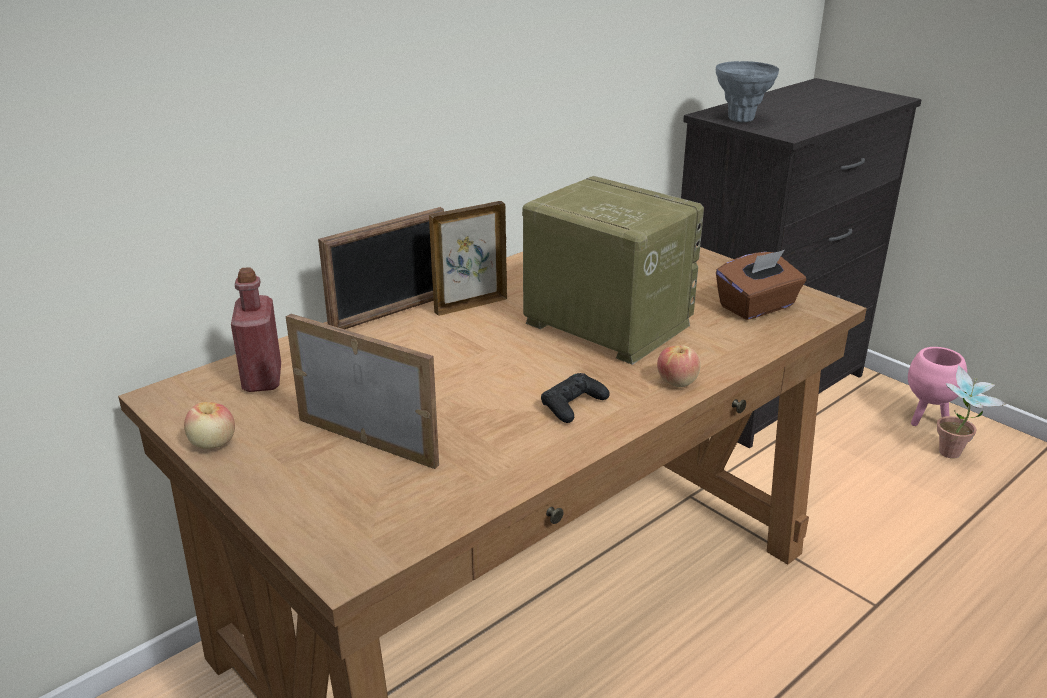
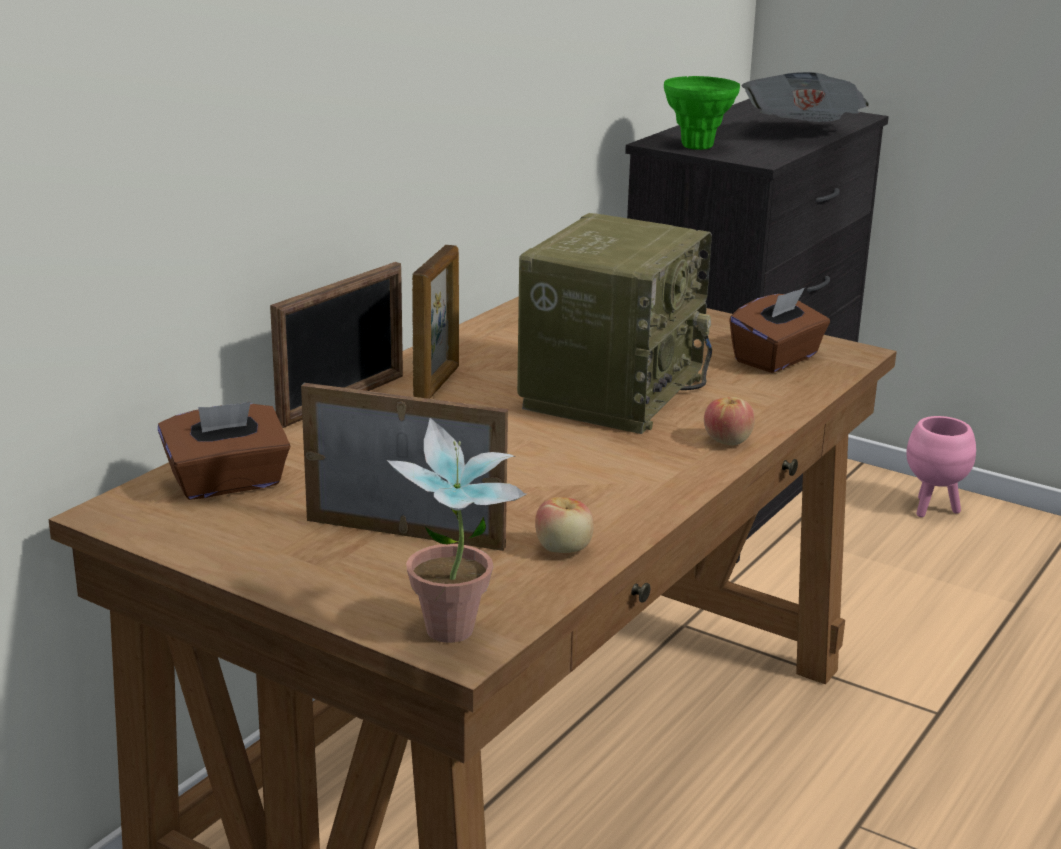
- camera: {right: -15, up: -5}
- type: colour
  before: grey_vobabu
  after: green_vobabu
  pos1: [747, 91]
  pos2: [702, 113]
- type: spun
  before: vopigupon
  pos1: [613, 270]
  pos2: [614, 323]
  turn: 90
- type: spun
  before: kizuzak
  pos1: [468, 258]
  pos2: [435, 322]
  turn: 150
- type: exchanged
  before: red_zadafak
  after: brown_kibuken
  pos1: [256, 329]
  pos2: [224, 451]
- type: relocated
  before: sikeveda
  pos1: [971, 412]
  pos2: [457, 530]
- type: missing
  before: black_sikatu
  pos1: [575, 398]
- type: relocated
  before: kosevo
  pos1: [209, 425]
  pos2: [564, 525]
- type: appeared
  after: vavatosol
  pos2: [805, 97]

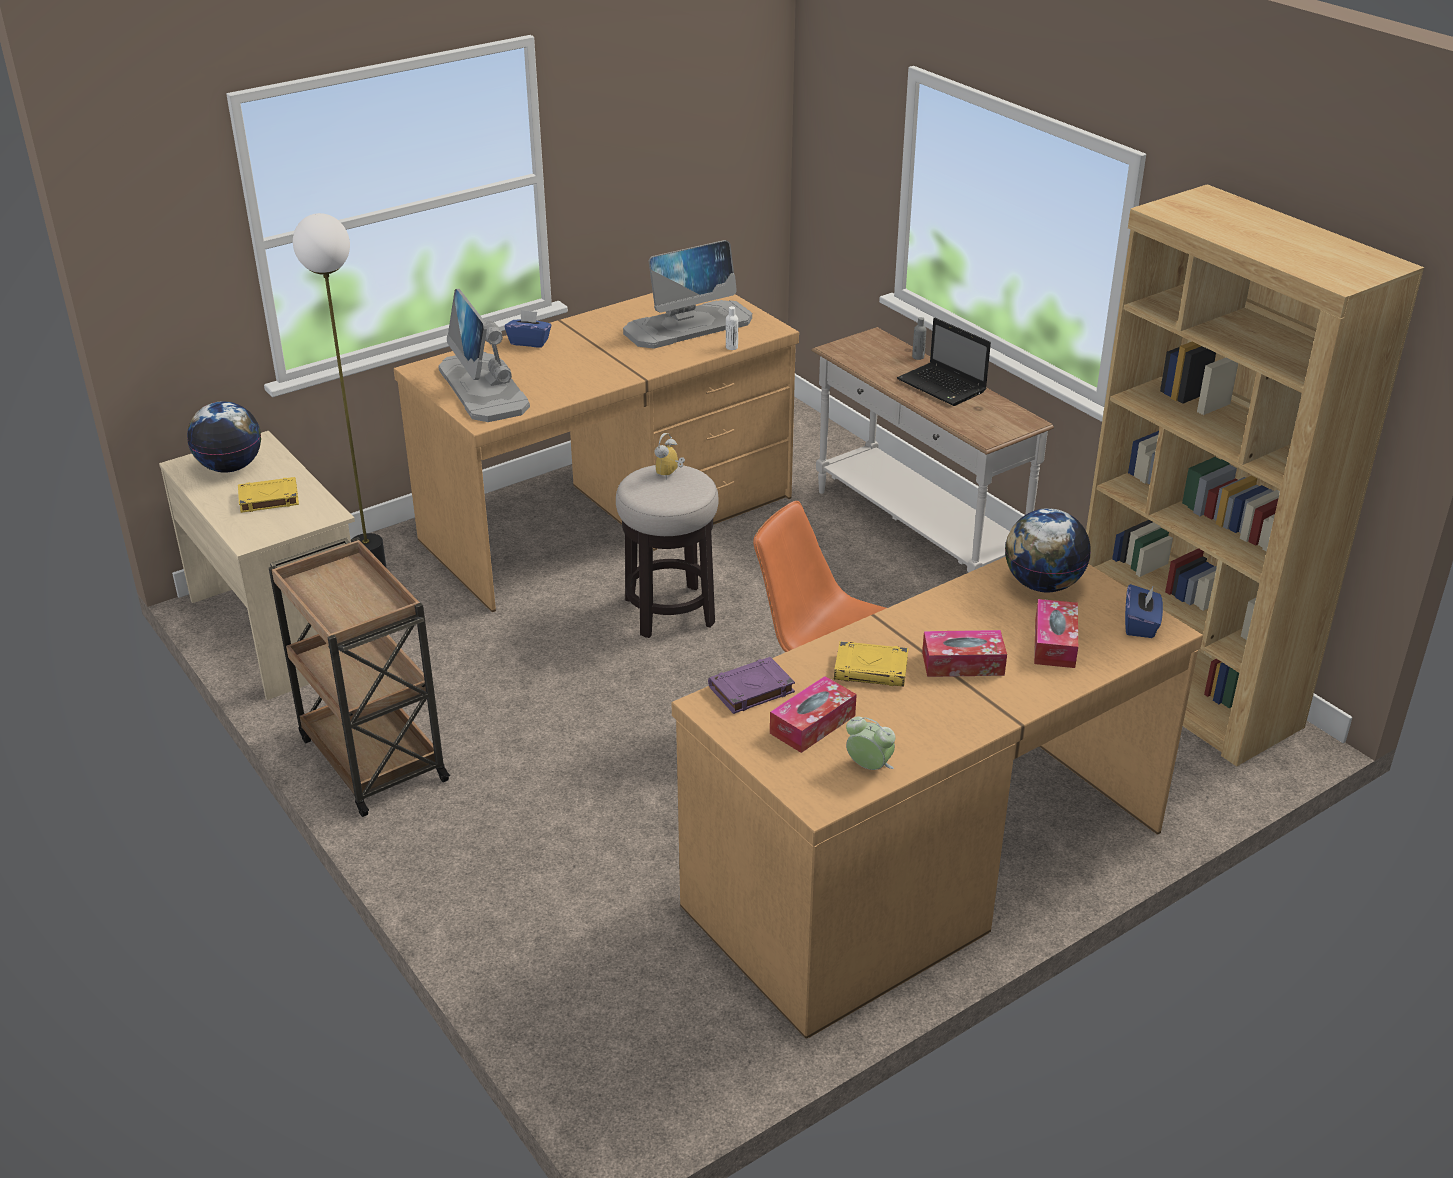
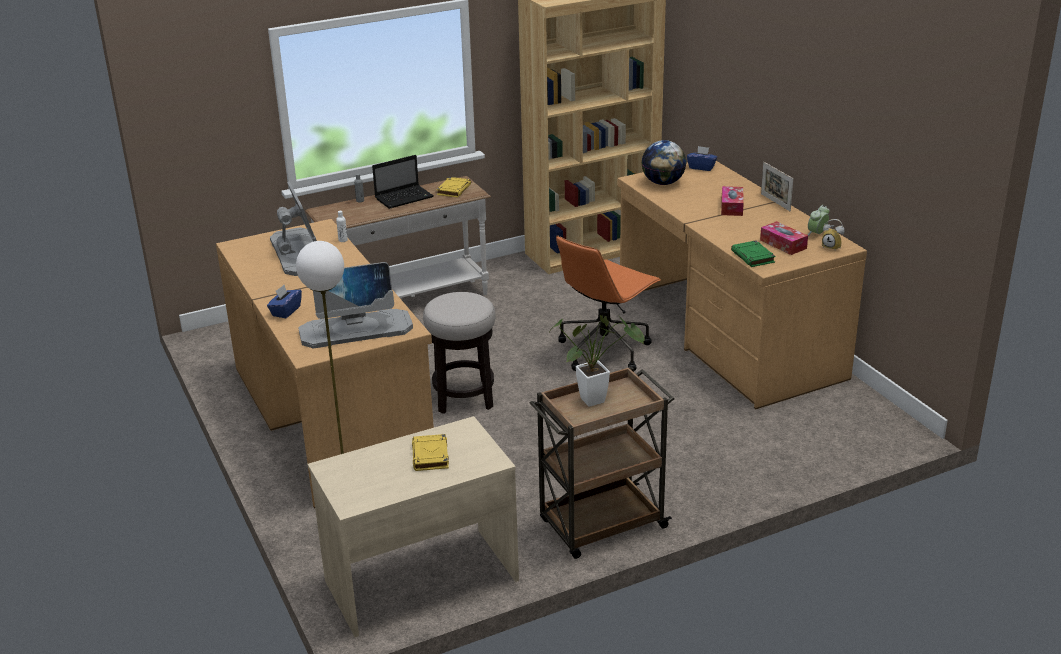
- camera: {right: -80, up: -5}
- type: missing
  before: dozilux
  pos1: [224, 437]
- type: relocated
  before: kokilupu
  pos1: [670, 456]
  pos2: [833, 234]
- type: missing
  before: kibuken
  pos1: [1056, 633]
- type: relocated
  before: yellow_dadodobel
  pos1: [871, 663]
  pos2: [453, 187]
- type: colour
  before: purple_dadodobel
  after: green_dadodobel
  pos1: [751, 685]
  pos2: [753, 254]
- type: appeared
  after: kizuzak
  pos2: [777, 186]
- type: appeared
  after: sikeveda
  pos2: [596, 361]

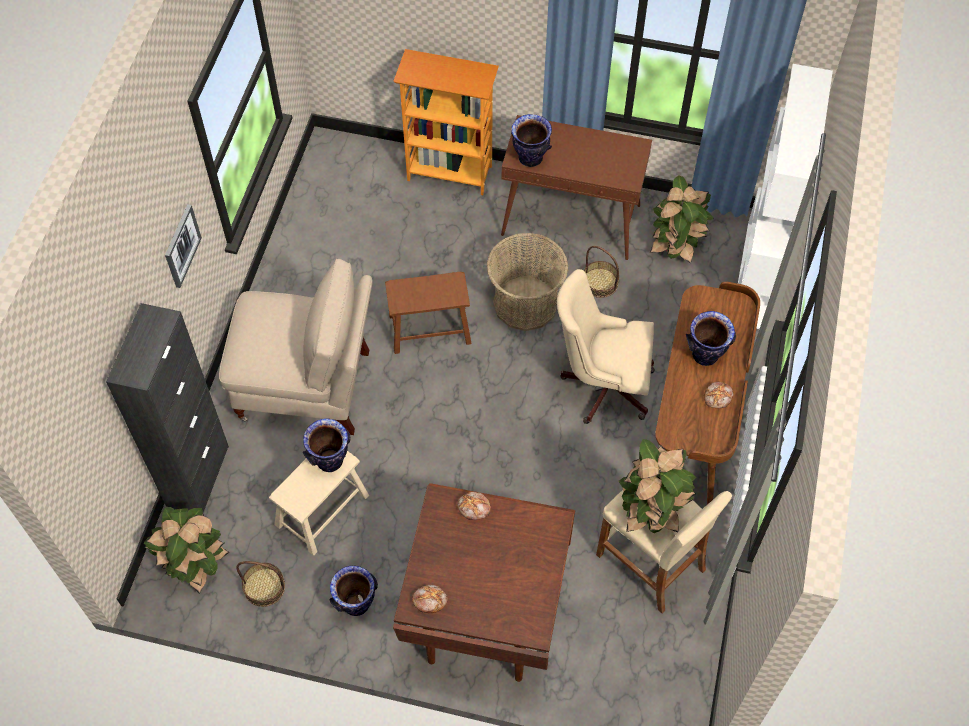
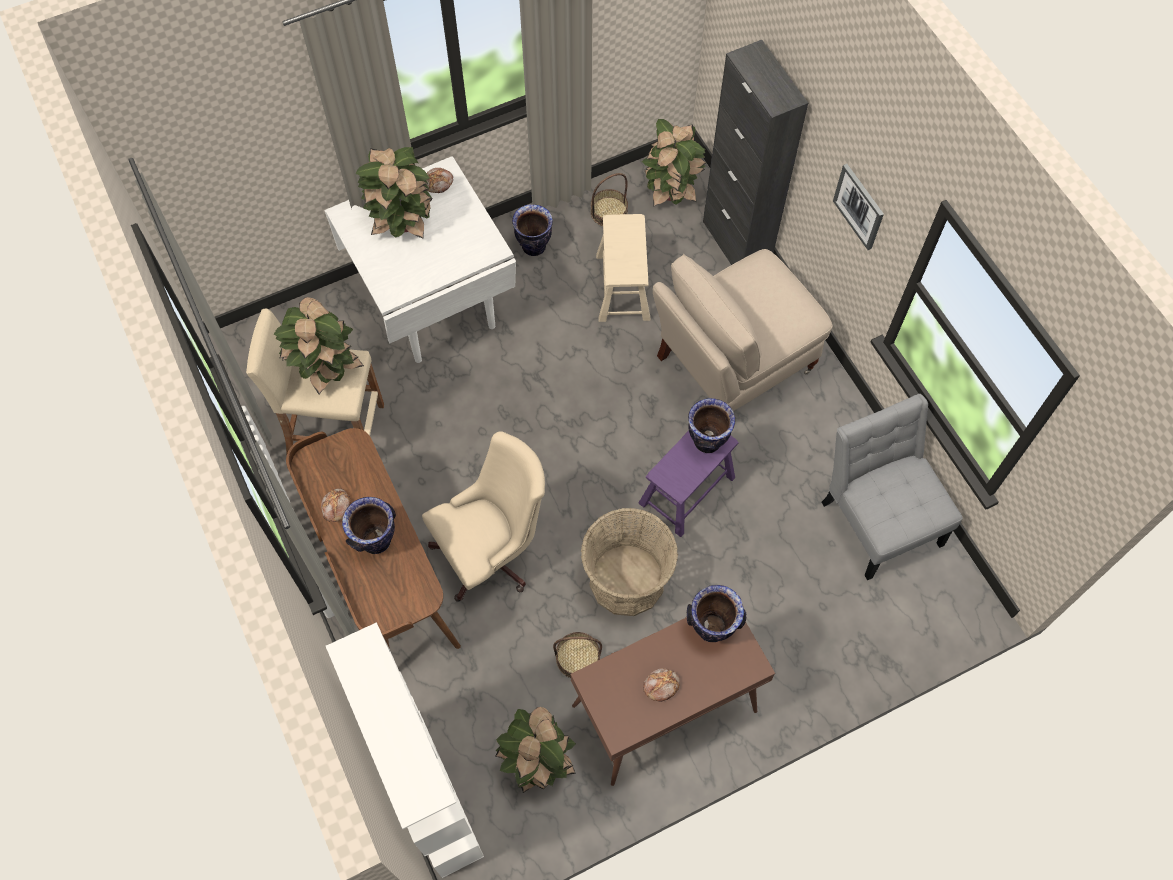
- camera: {right: 140, up: 5}
- type: missing
  before: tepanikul
  pos1: [446, 122]
- type: colour
  before: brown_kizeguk
  after: purple_kizeguk
  pos1: [428, 313]
  pos2: [688, 484]
- type: relocated
  before: vobabu
  pos1: [327, 445]
  pos2: [711, 425]
- type: colour
  before: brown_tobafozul
  after: white_tobafozul
  pos1: [484, 582]
  pos2: [420, 259]
- type: relocated
  before: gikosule
  pos1: [474, 506]
  pos2: [661, 685]
- type: appeared
  after: sikeveda
  pos2: [394, 193]
- type: appeared
  after: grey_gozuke
  pos2: [892, 487]

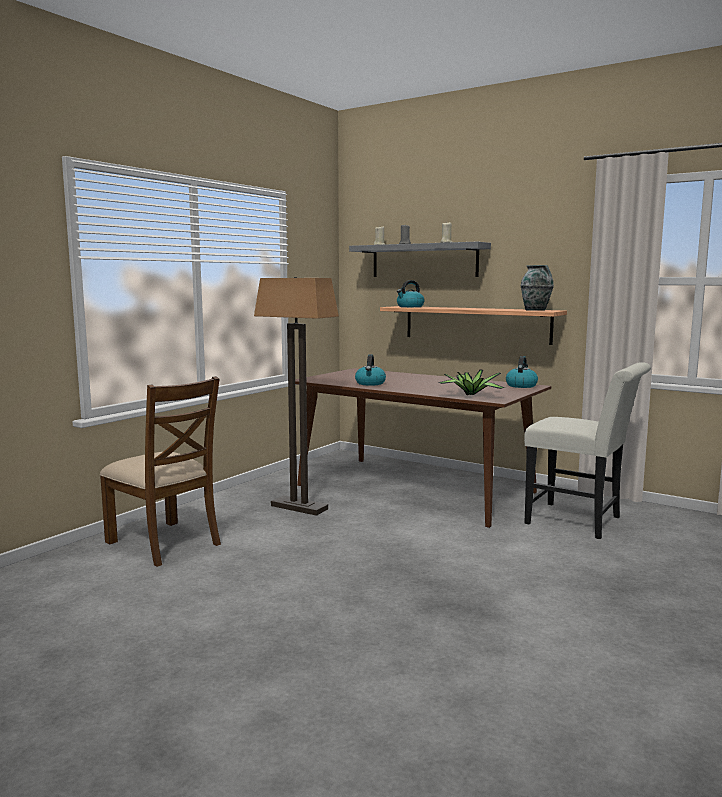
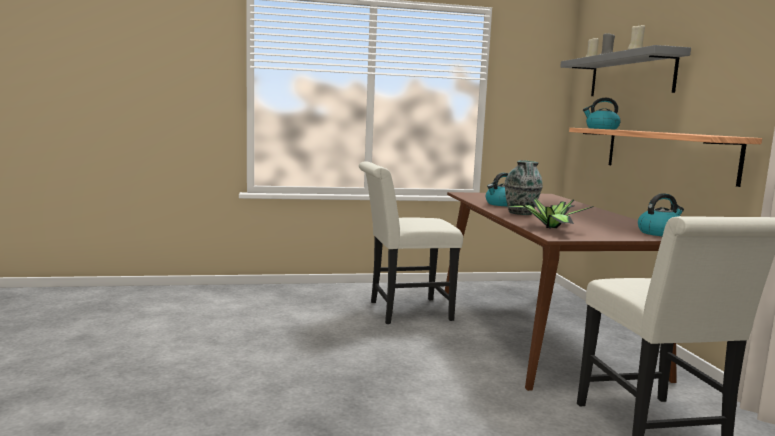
- camera: {right: 45, up: 0}
- type: relocated
  before: vobabu
  pos1: [537, 288]
  pos2: [523, 187]
- type: exchanged
  before: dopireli
  after: white_gozuke
  pos1: [296, 396]
  pos2: [411, 242]
- type: missing
  before: brown_gozuke
  pos1: [160, 471]

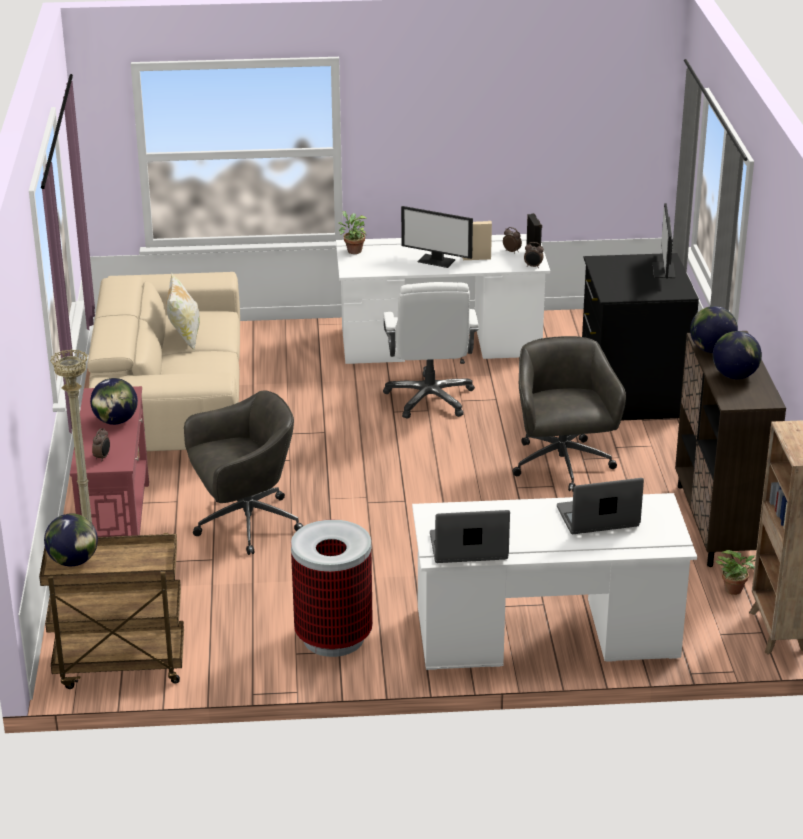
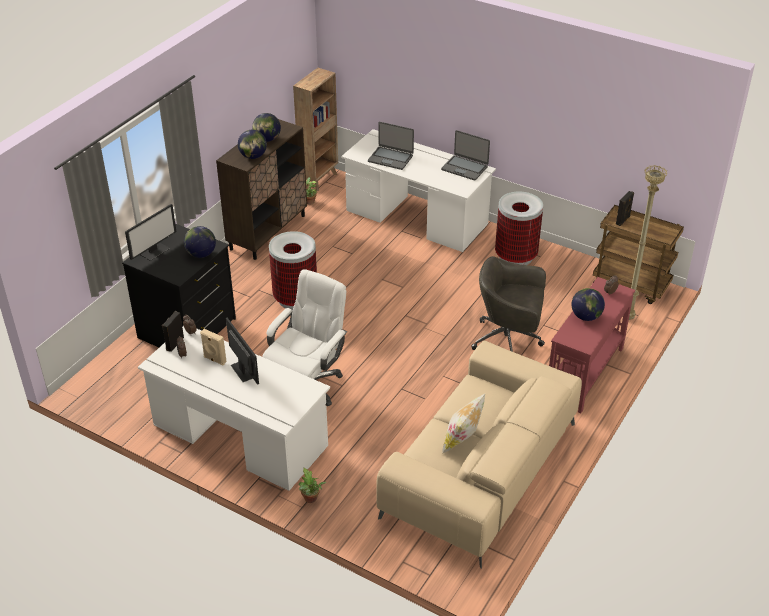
- camera: {right: -145, up: 10}
- type: relocated
  before: sikeveda
  pos1: [352, 232]
  pos2: [313, 485]
- type: exchanged
  before: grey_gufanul
  after: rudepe
  pos1: [569, 414]
  pos2: [293, 270]
- type: relocated
  before: dozilux
  pos1: [71, 539]
  pos2: [200, 242]
- type: appeared
  after: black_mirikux
  pos2: [625, 208]

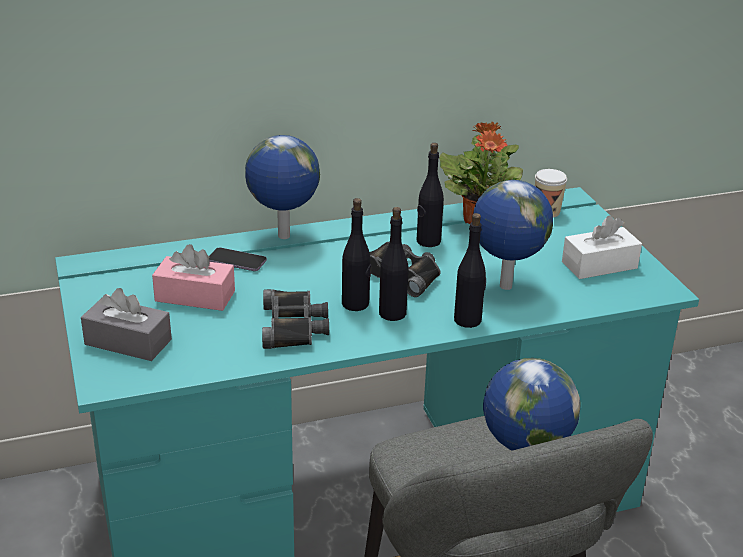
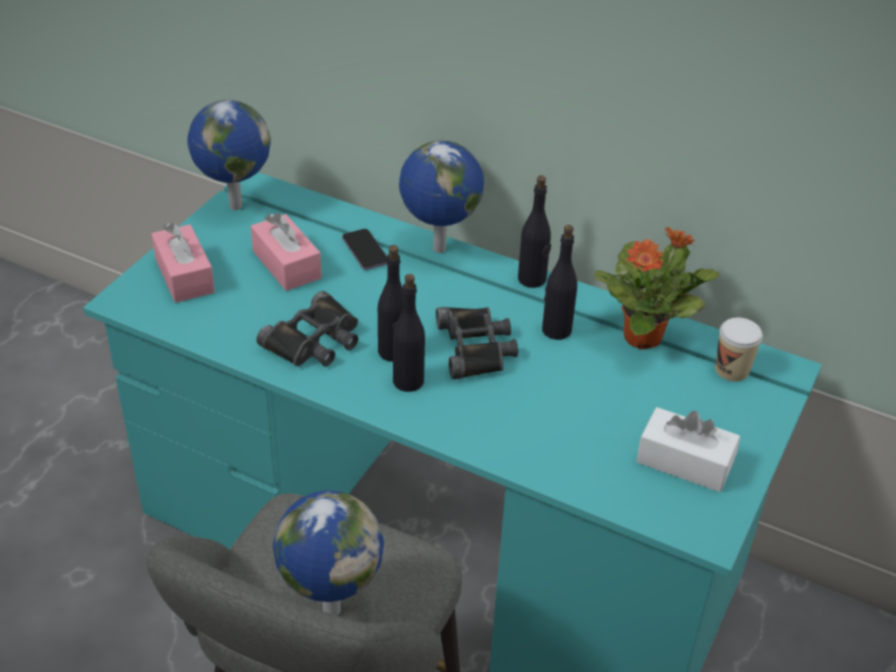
- camera: {right: 45, up: 10}
- type: relocated
  before: dozilux
  pos1: [513, 235]
  pos2: [229, 155]
- type: relocated
  before: black_zadafak
  pos1: [470, 270]
  pos2: [534, 231]
- type: colour
  before: grey_kibuken
  after: pink_kibuken
  pos1: [126, 324]
  pos2: [183, 263]

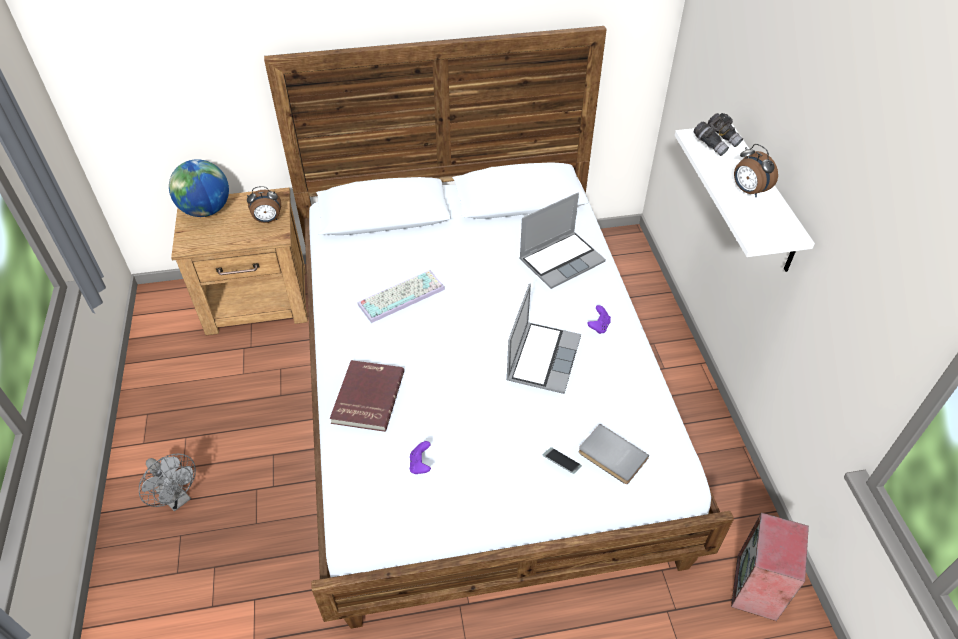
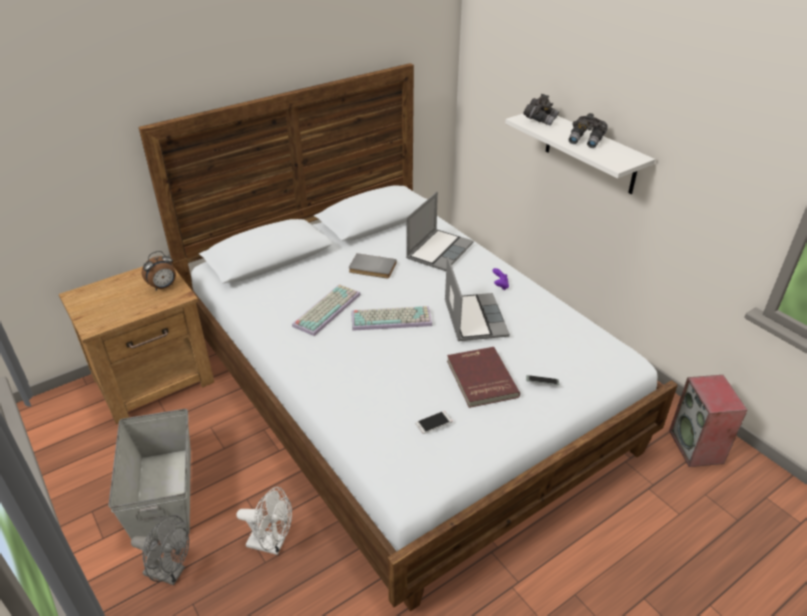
- camera: {right: -25, up: -10}
- type: exchanged
  before: kokilupu
  after: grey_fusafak
  pos1: [756, 170]
  pos2: [588, 130]
- type: missing
  before: dozilux
  pos1: [199, 188]
- type: relocated
  before: red_dadodobel
  pos1: [367, 396]
  pos2: [483, 377]
- type: relocated
  before: grey_dadodobel
  pos1: [614, 454]
  pos2: [373, 265]
- type: exchanged
  before: purple_sikatu
  after: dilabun
  pos1: [420, 457]
  pos2: [433, 422]
- type: appeared
  after: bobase
  pos2: [392, 318]
- type: appeared
  after: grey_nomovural
  pos2: [149, 475]
- type: appeared
  after: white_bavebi
  pos2: [264, 521]

